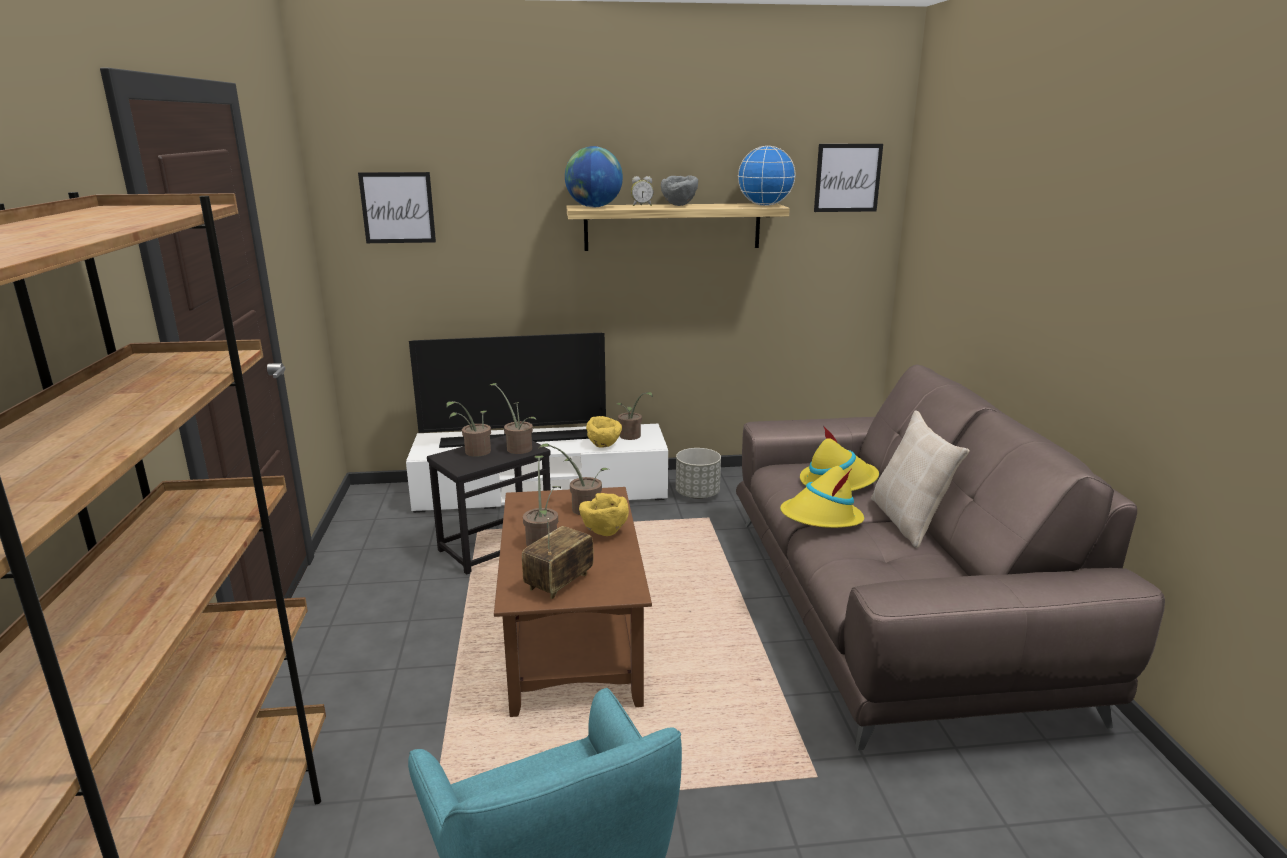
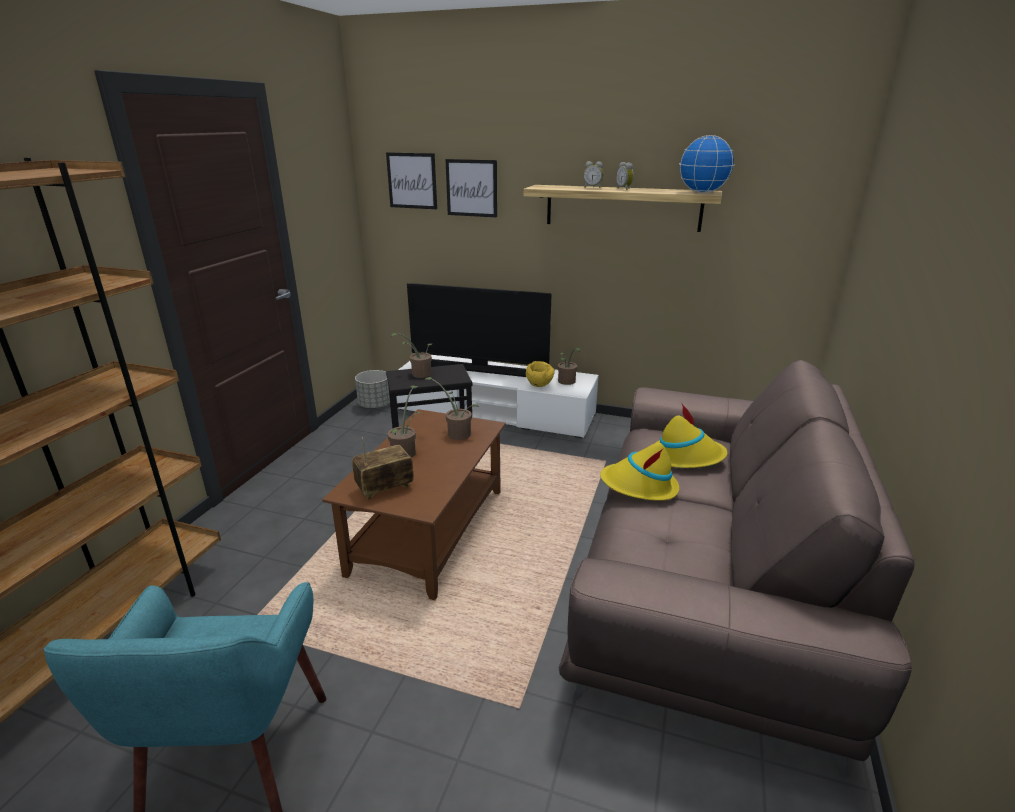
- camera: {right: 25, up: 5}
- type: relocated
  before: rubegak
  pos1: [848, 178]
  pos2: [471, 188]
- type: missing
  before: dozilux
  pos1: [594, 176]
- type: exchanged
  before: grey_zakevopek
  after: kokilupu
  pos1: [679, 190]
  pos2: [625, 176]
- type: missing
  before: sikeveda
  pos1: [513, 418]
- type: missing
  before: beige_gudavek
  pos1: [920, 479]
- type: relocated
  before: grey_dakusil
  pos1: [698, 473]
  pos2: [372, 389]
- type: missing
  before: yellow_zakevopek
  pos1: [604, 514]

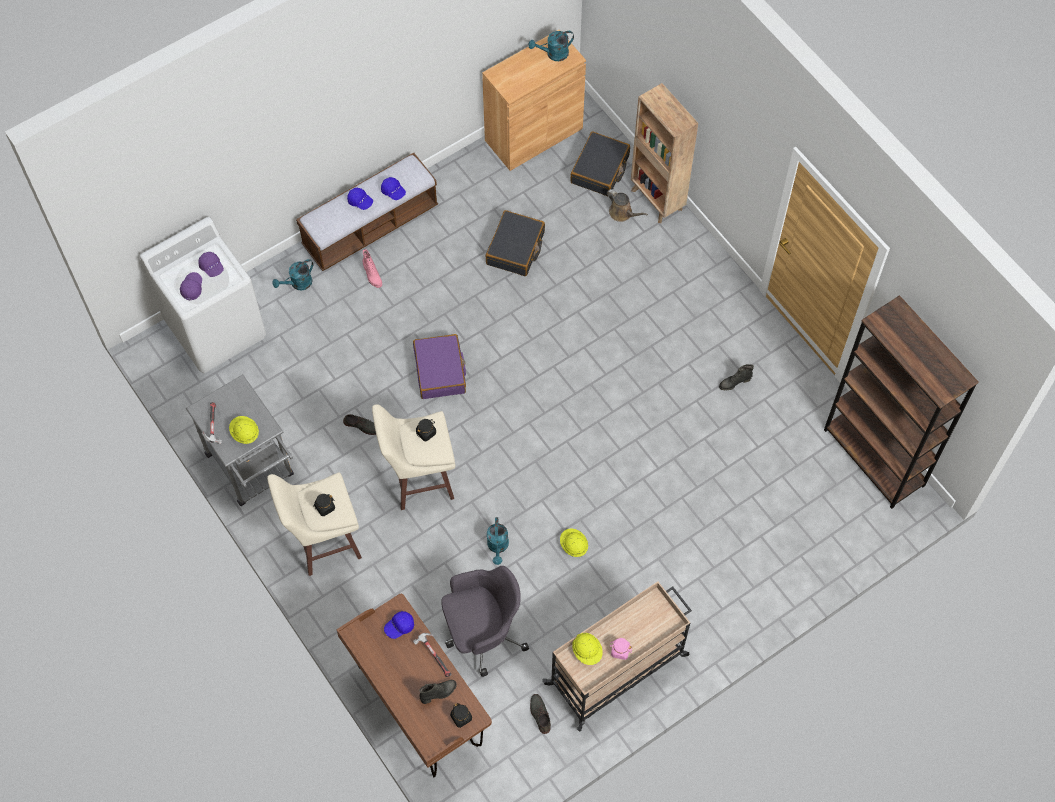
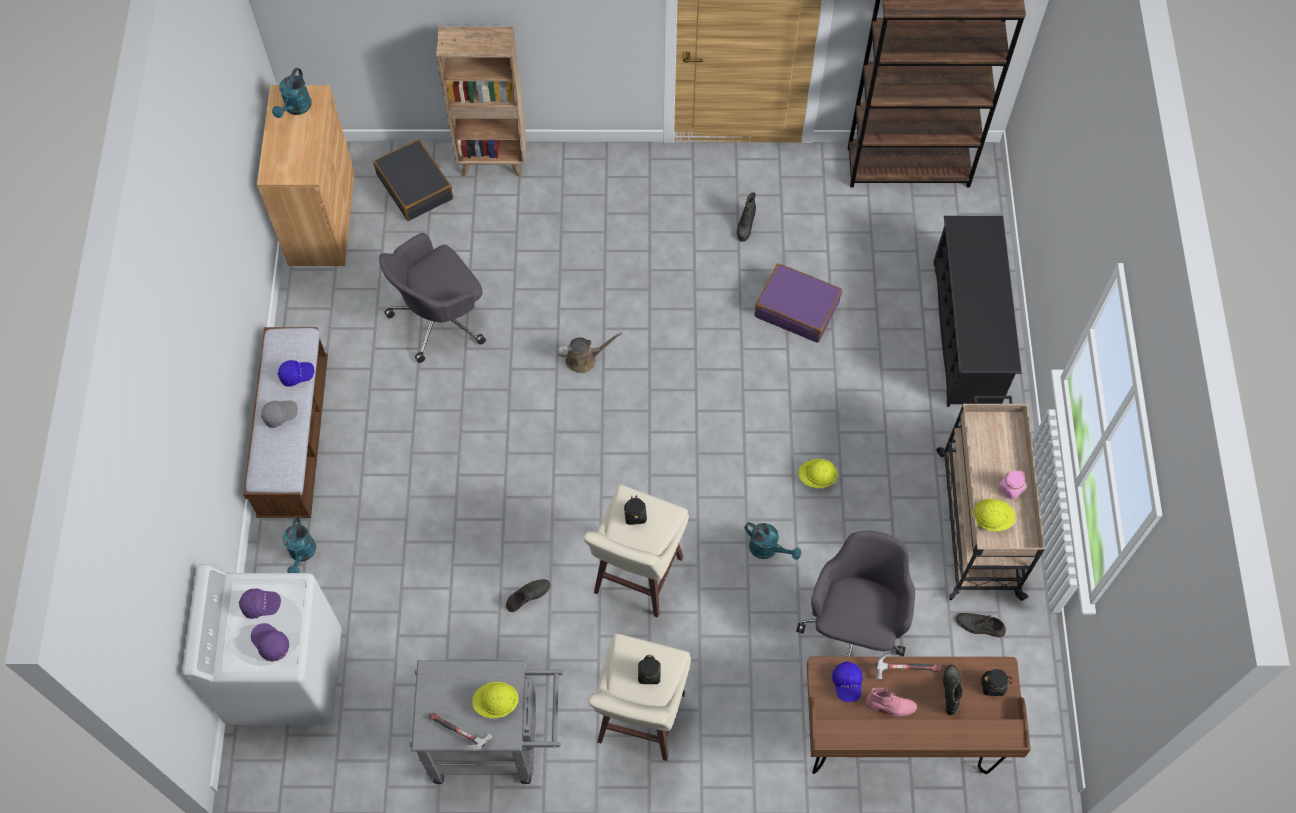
- camera: {right: -55, up: 0}
- type: colour
  before: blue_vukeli
  after: grey_vukeli
  pos1: [360, 199]
  pos2: [279, 414]
- type: relocated
  before: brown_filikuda
  pos1: [627, 205]
  pos2: [589, 353]
- type: exchanged
  before: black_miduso
  after: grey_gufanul
  pos1: [515, 243]
  pos2: [432, 298]
- type: relocated
  before: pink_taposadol
  pos1: [372, 268]
  pos2: [891, 702]
- type: relocated
  before: purple_miduso
  pos1: [439, 366]
  pos2: [798, 303]
- type: appeared
  after: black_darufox
  pos2: [977, 311]

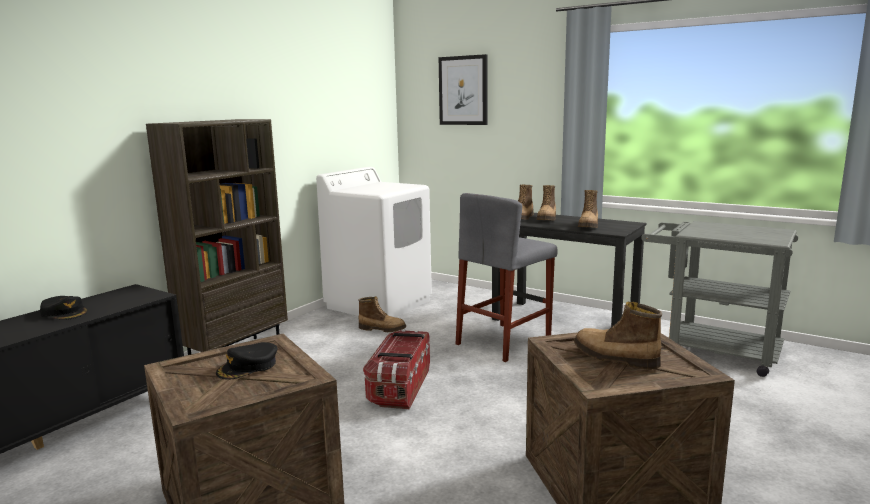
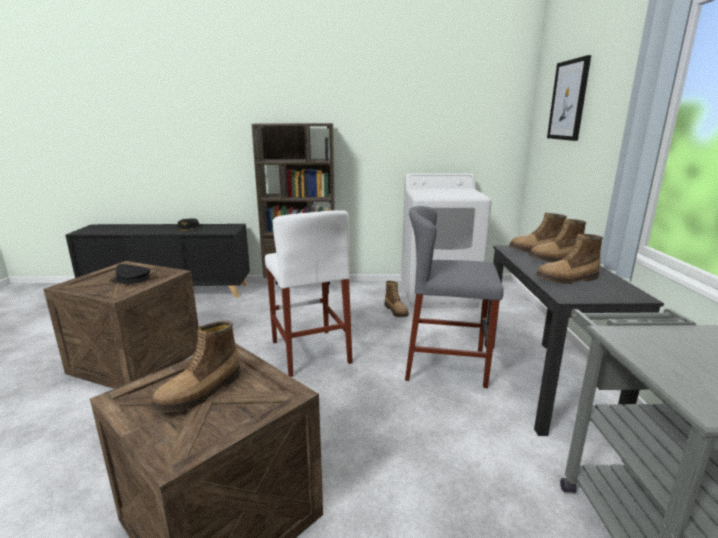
- camera: {right: 55, up: 5}
- type: spun
  before: taposadol
  pos1: [618, 336]
  pos2: [196, 366]
  turn: -150
- type: exchanged
  before: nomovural
  after: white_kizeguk
  pos1: [396, 369]
  pos2: [309, 293]

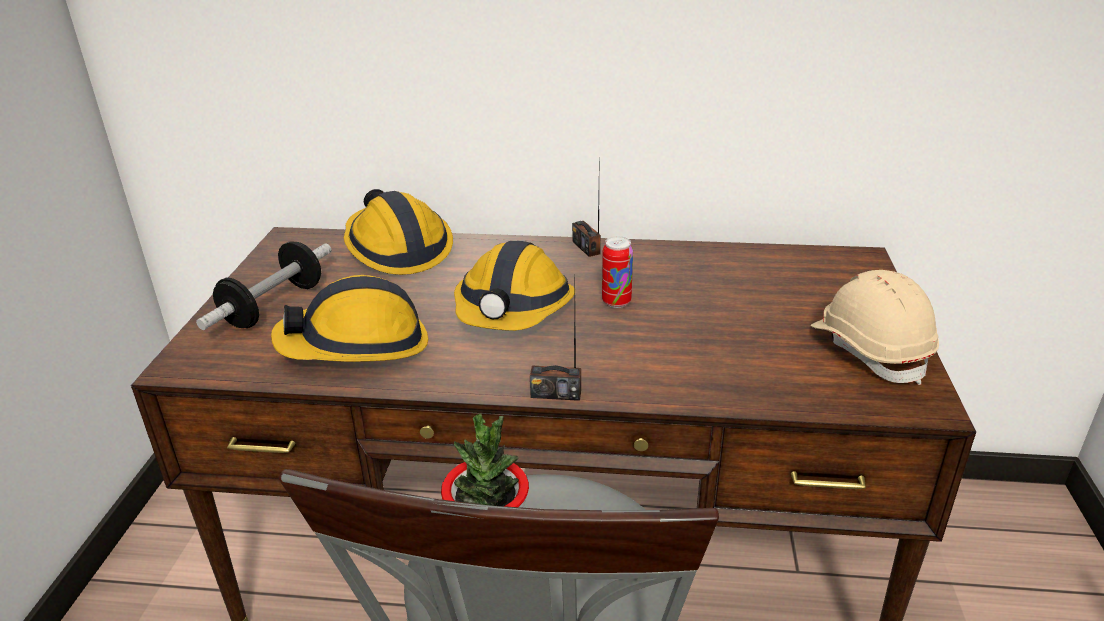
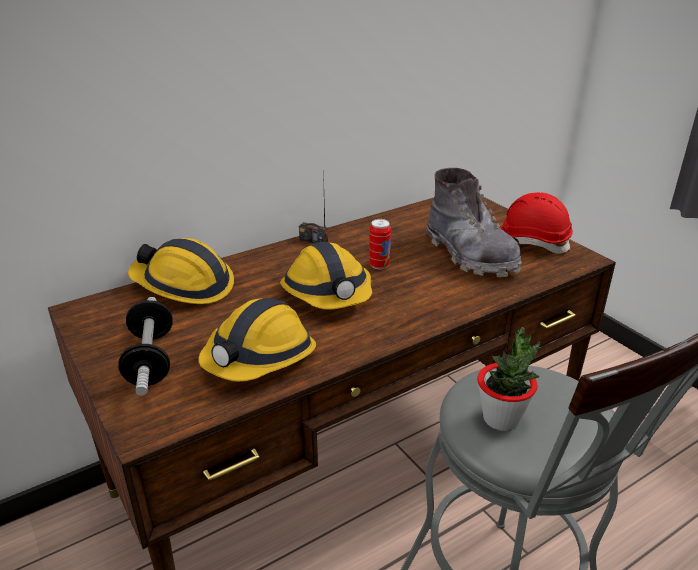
- camera: {right: -40, up: 0}
- type: colour
  before: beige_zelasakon
  after: red_zelasakon
  pos1: [875, 327]
  pos2: [536, 222]
- type: missing
  before: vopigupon
  pos1: [555, 338]
- type: appeared
  after: grey_taposadol
  pos2: [474, 222]

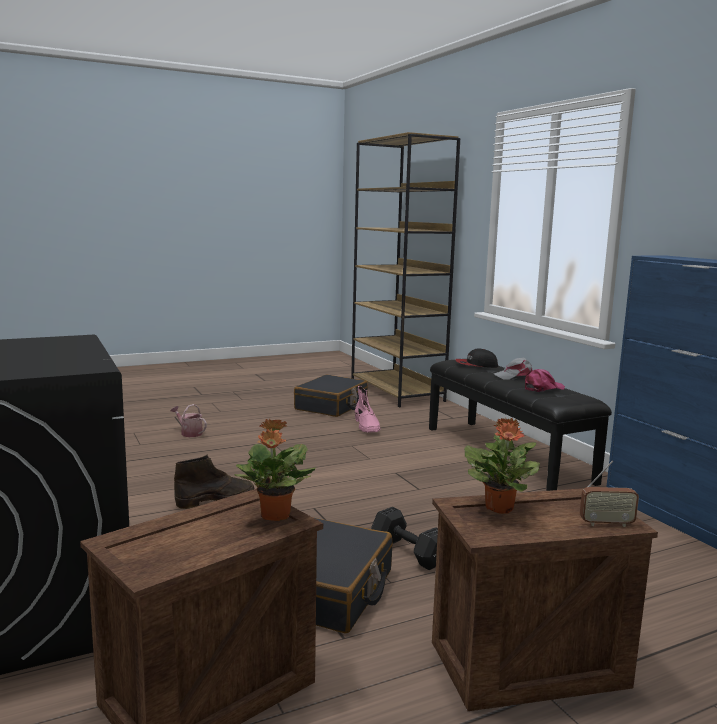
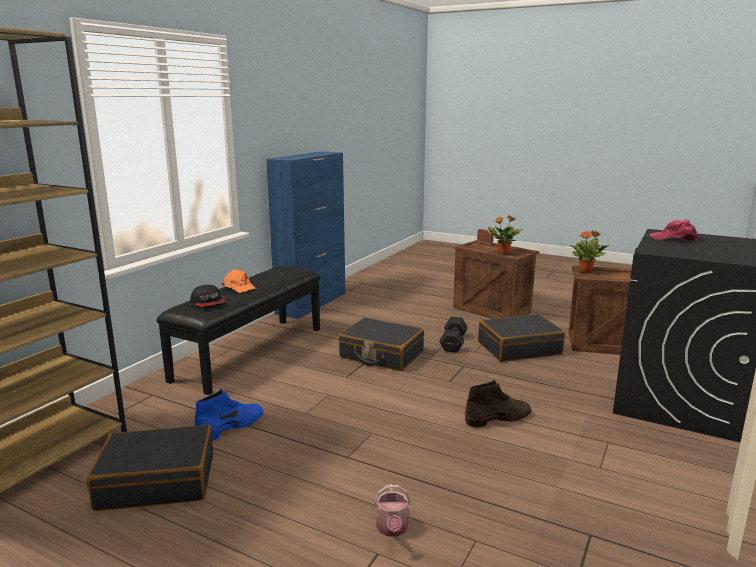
- camera: {right: -125, up: 5}
- type: colour
  before: grey_vukeli
  after: orange_vukeli
  pos1: [513, 368]
  pos2: [238, 281]
- type: relocated
  before: pink_vukeli
  pos1: [545, 380]
  pos2: [674, 230]
- type: colour
  before: pink_taposadol
  after: blue_taposadol
  pos1: [368, 409]
  pos2: [229, 415]
- type: spun
  before: brown_taposadol
  pos1: [214, 482]
  pos2: [498, 404]
  turn: 135
- type: appeared
  after: black_miduso
  pos2: [381, 344]

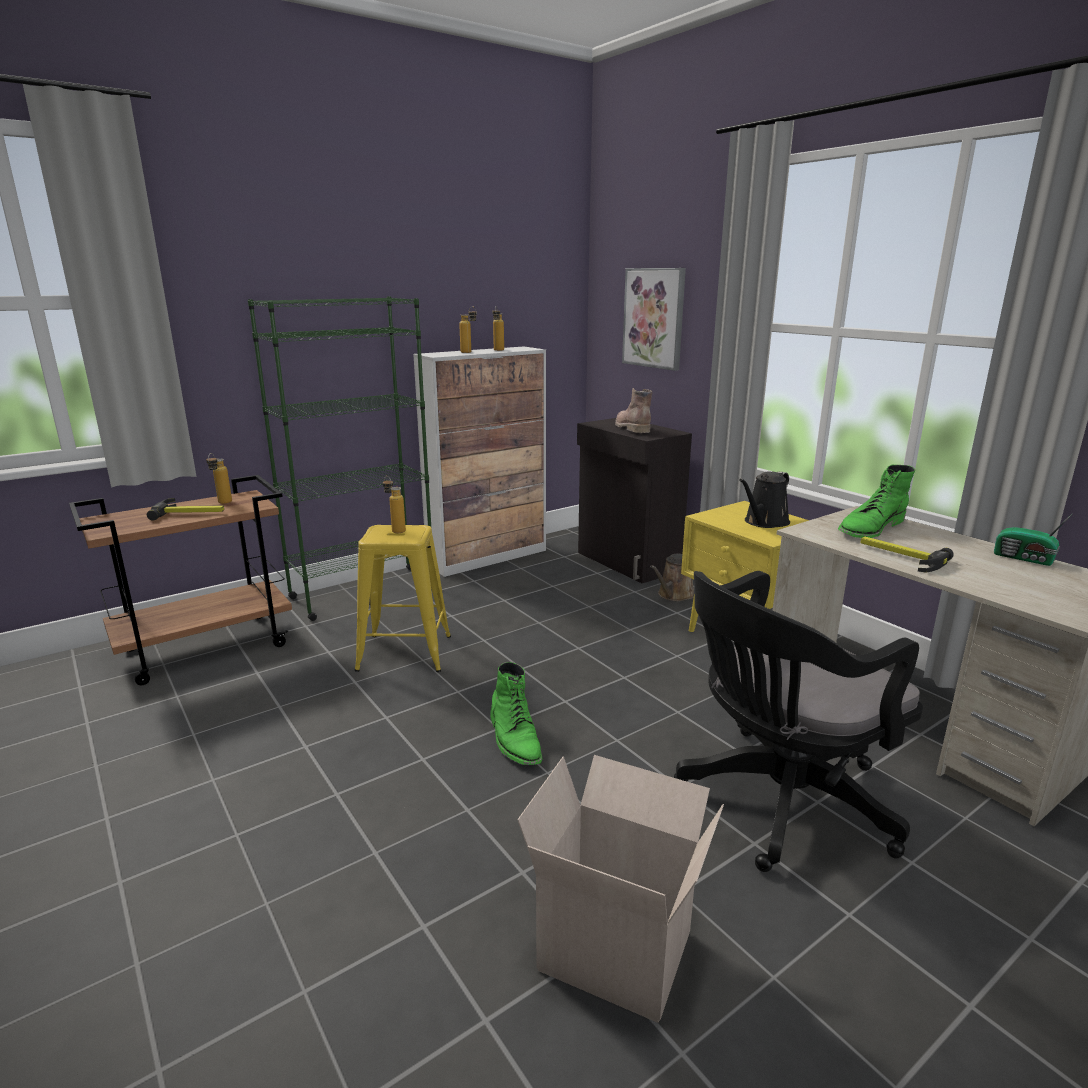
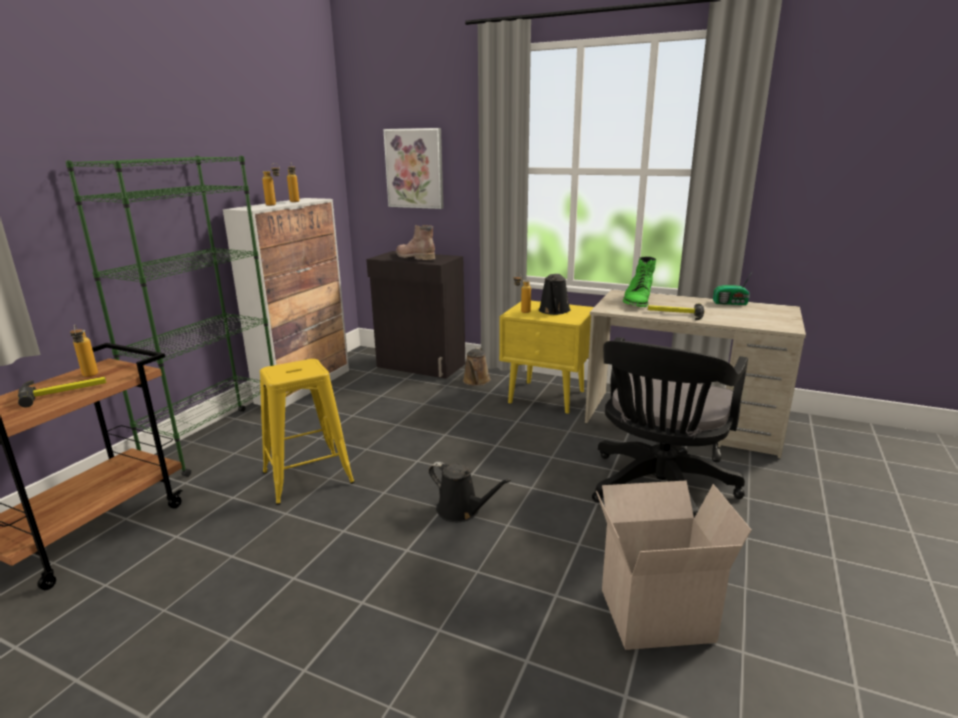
- camera: {right: -30, up: 0}
- type: relocated
  before: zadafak
  pos1: [394, 504]
  pos2: [522, 293]
- type: exchanged
  before: green_taposadol
  after: black_filikuda
  pos1: [516, 713]
  pos2: [470, 492]

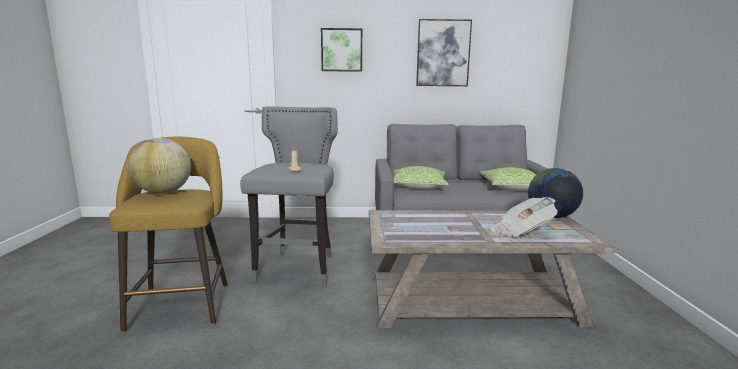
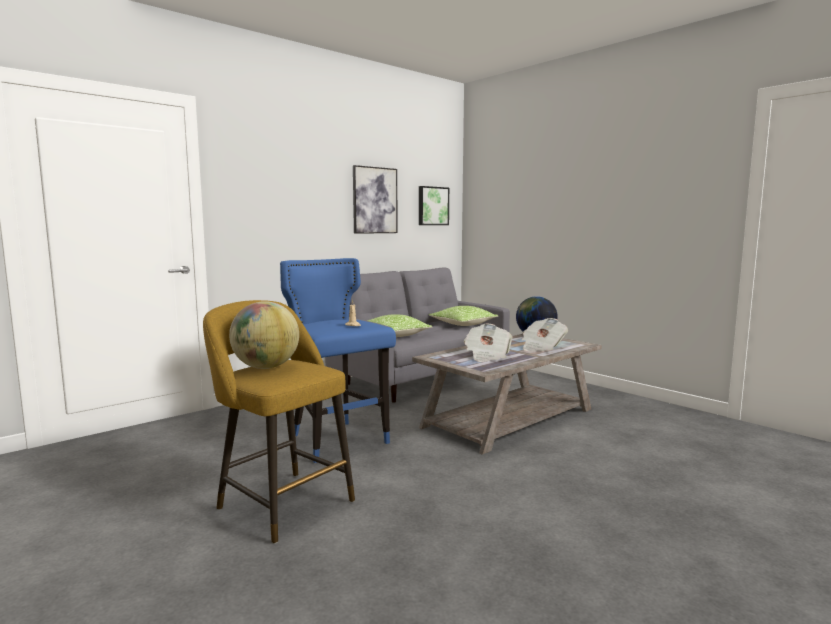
- camera: {right: -40, up: -5}
- type: relocated
  before: rubegak
  pos1: [341, 50]
  pos2: [434, 205]
- type: colour
  before: grey_kizeguk
  after: blue_kizeguk
  pos1: [289, 195]
  pos2: [338, 360]
- type: appeared
  after: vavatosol
  pos2: [488, 342]

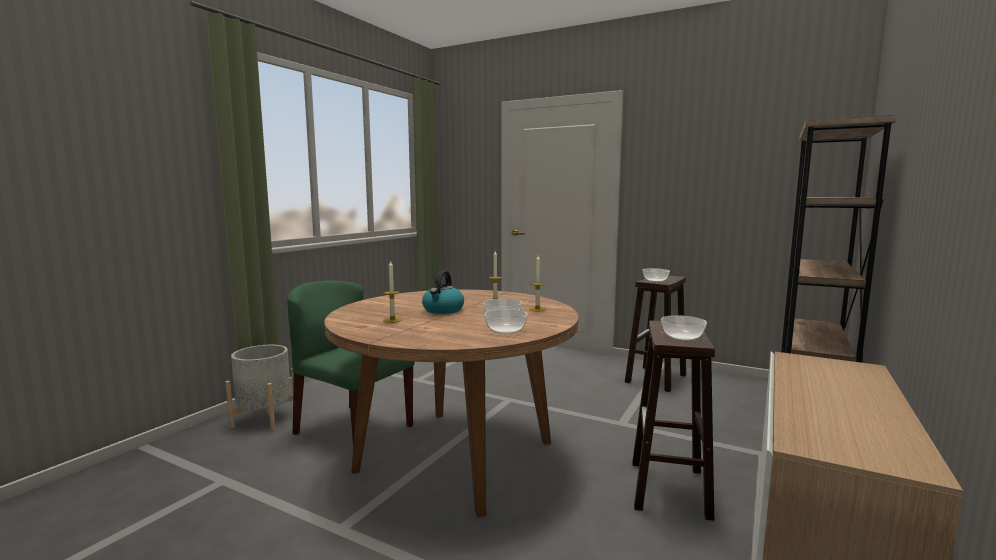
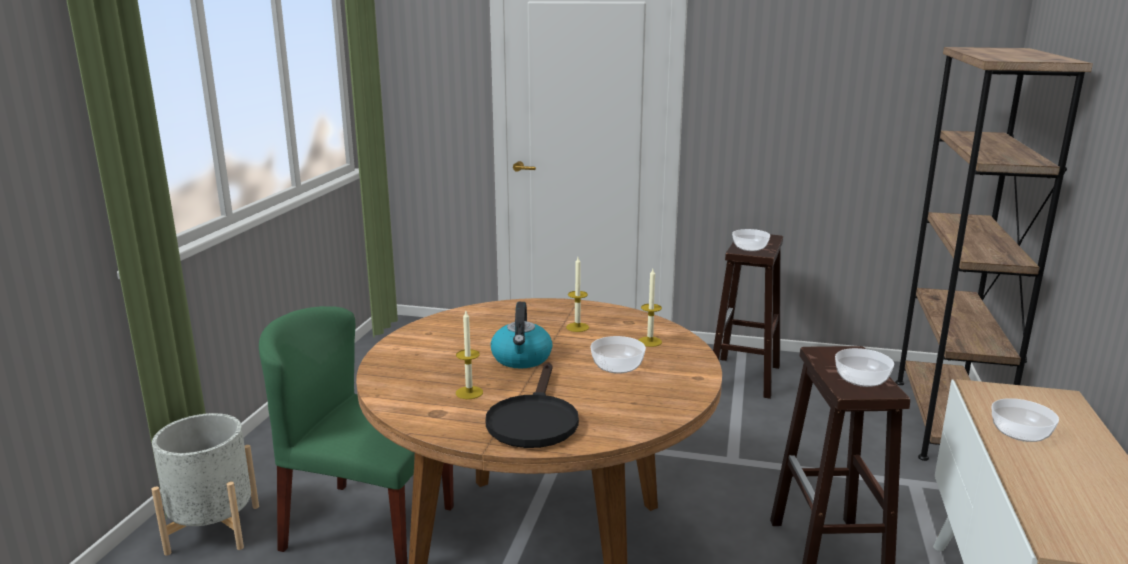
- camera: {right: -15, up: 10}
- type: relocated
  before: zakevopek
  pos1: [506, 321]
  pos2: [1025, 420]
- type: appeared
  after: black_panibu
  pos2: [532, 405]

